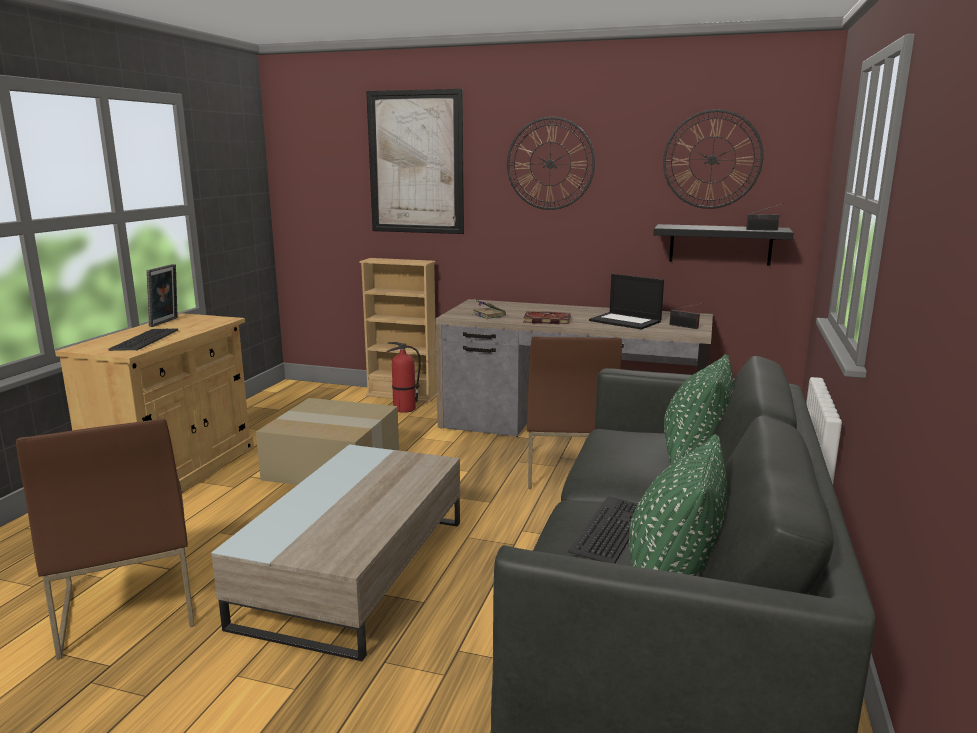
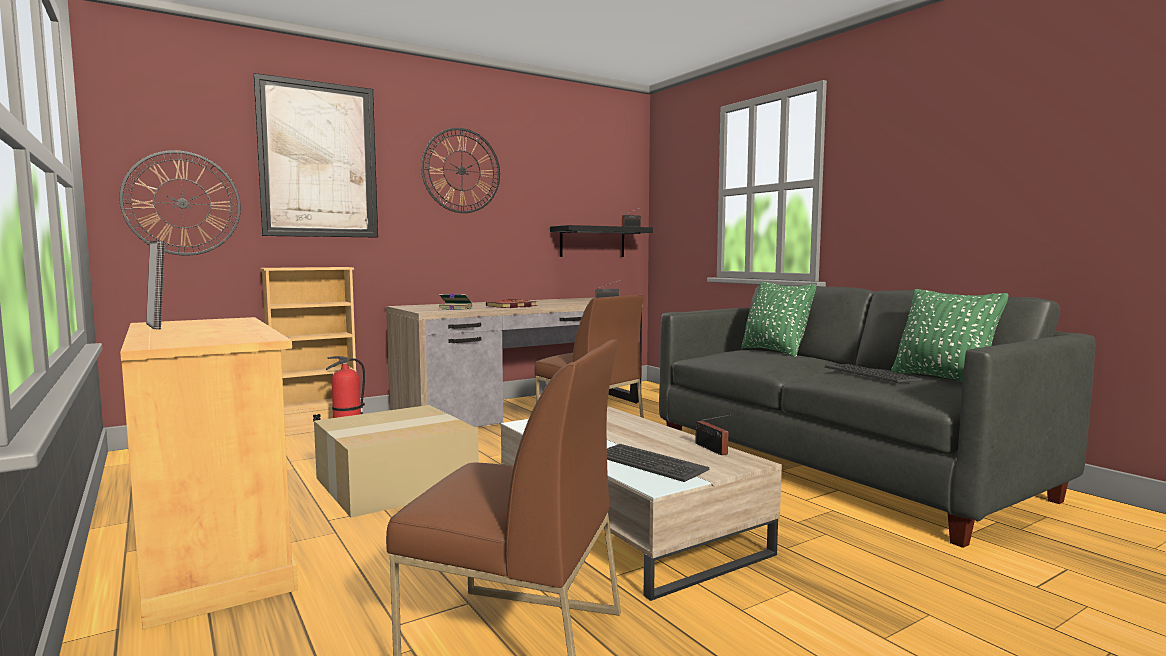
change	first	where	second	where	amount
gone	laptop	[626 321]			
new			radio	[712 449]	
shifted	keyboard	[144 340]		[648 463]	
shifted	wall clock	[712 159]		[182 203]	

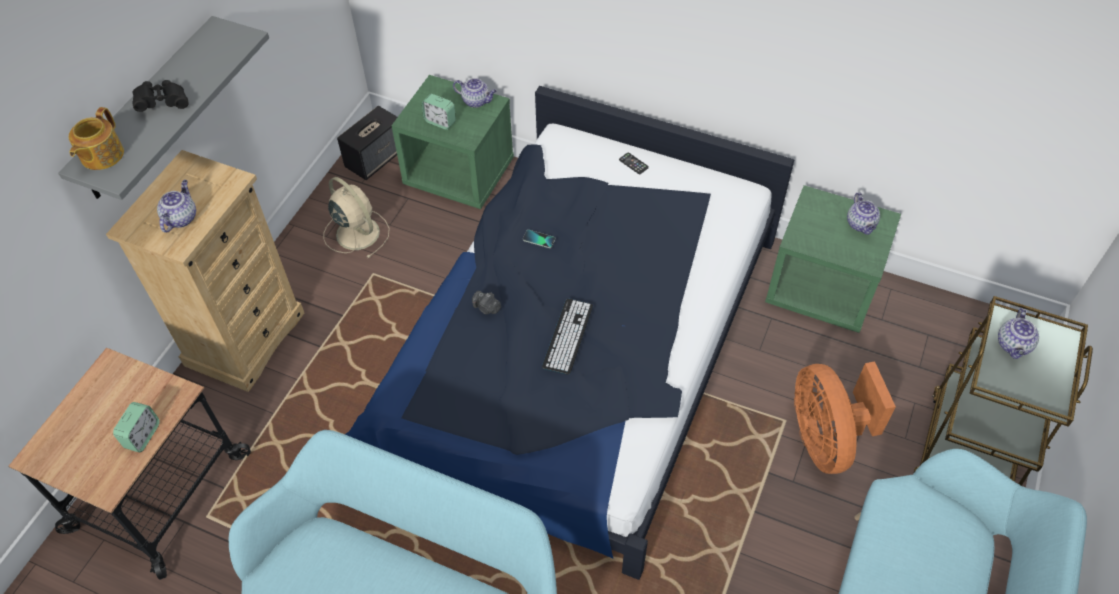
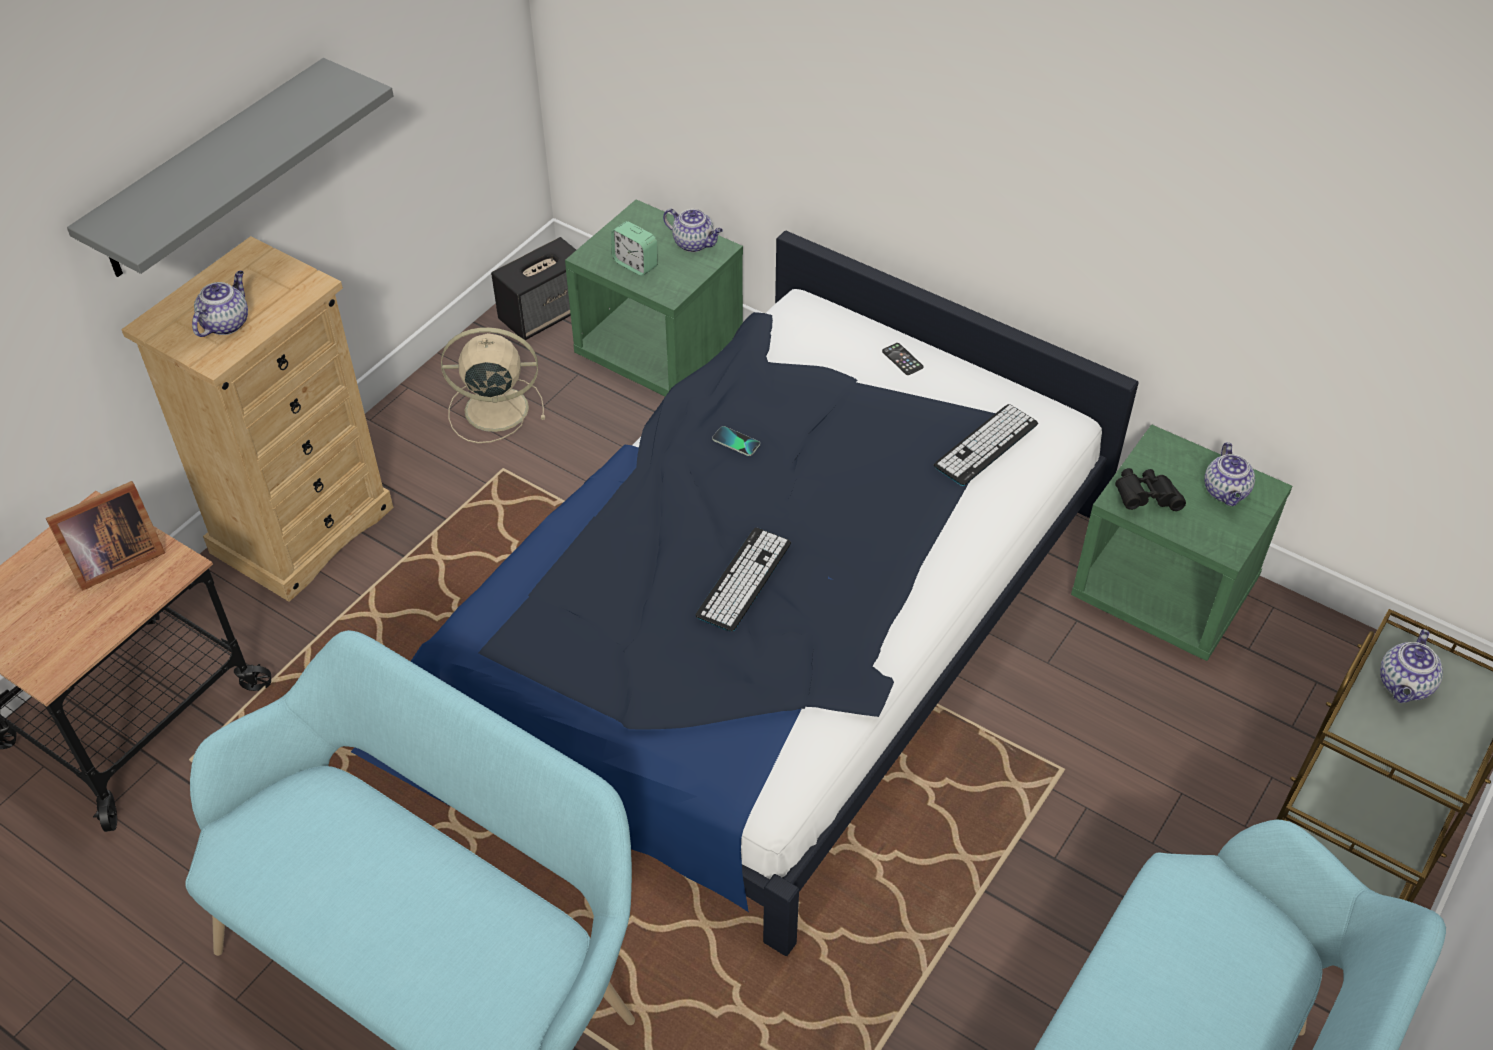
change	first	where	second	where	amount
gone	teapot	[101 155]			
gone	alarm clock	[143 435]			
gone	photo camera	[486 308]			
gone	orange fan	[825 438]			
new			picture frame	[112 560]	
new			keyboard	[986 445]	
shifted	black binoculars	[163 103]		[1145 498]	
rotated	beige fan	[356 232]		[493 409]	60 degrees counterclockwise

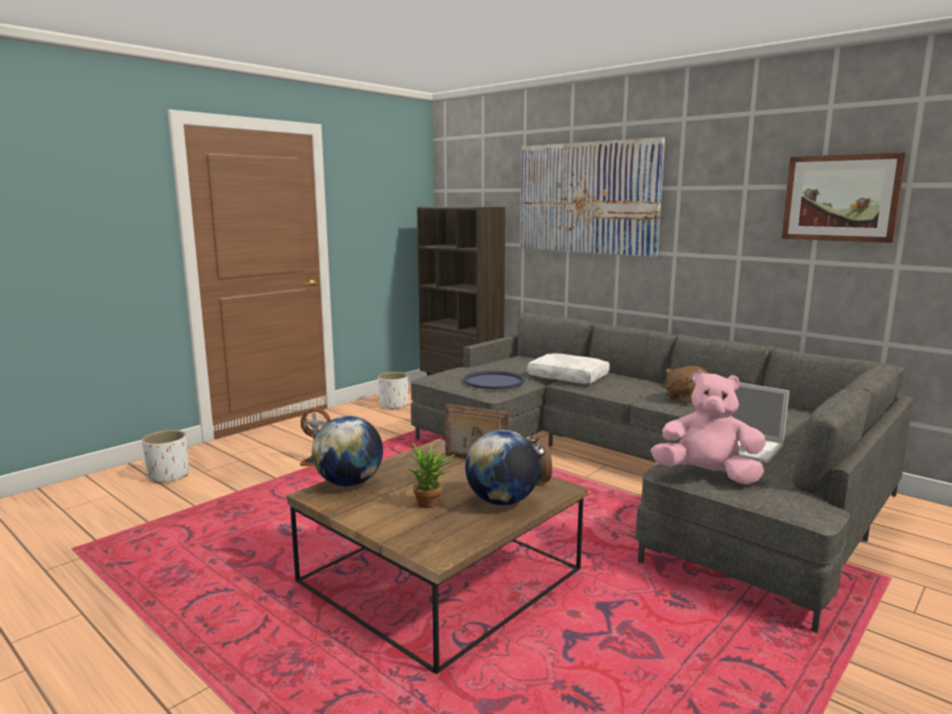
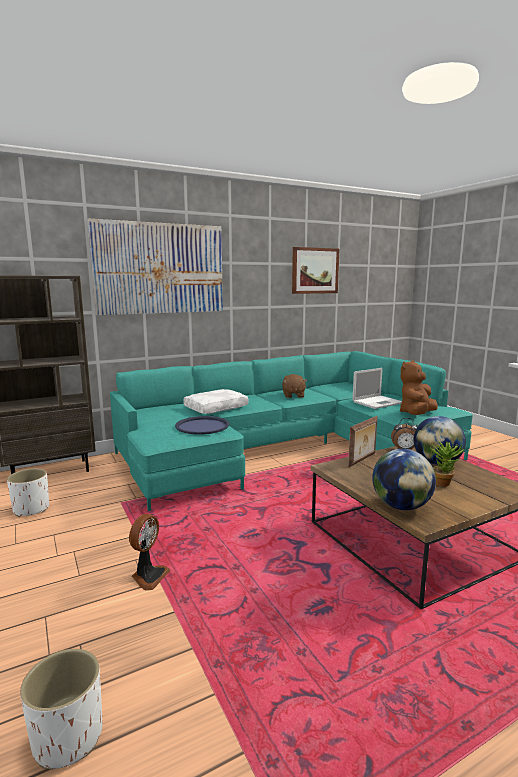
change	first	where	second	where	amount
repainted	grey sofa	[643 470]	turquoise sofa	[285 449]	
repainted	pink plush toy	[707 475]	brown plush toy	[416 414]	

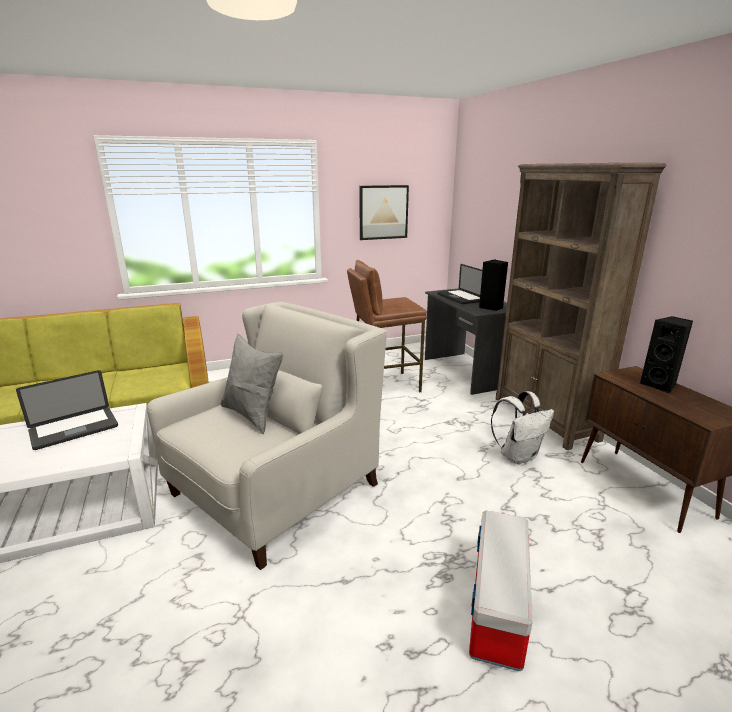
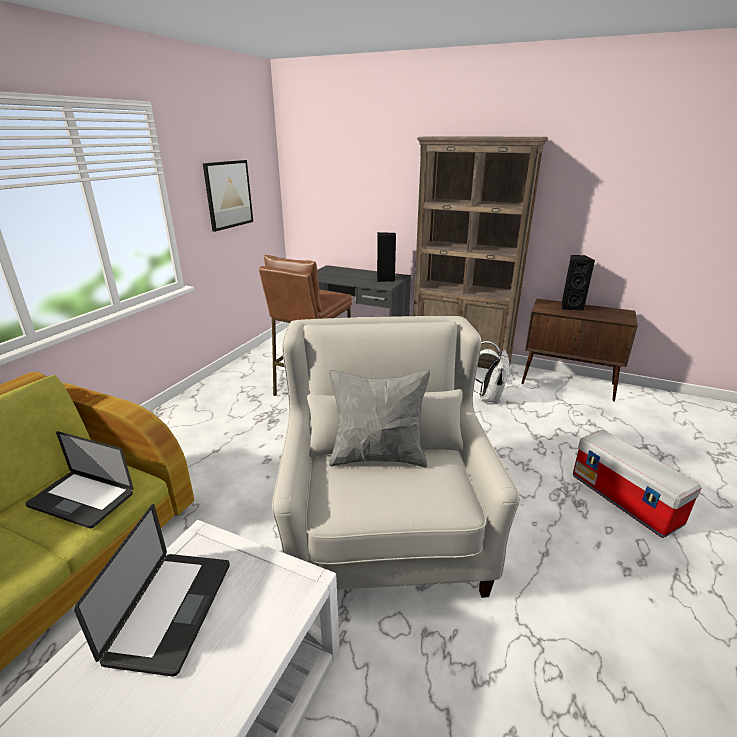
change	first	where	second	where	amount
shifted	laptop	[460 297]		[81 500]	

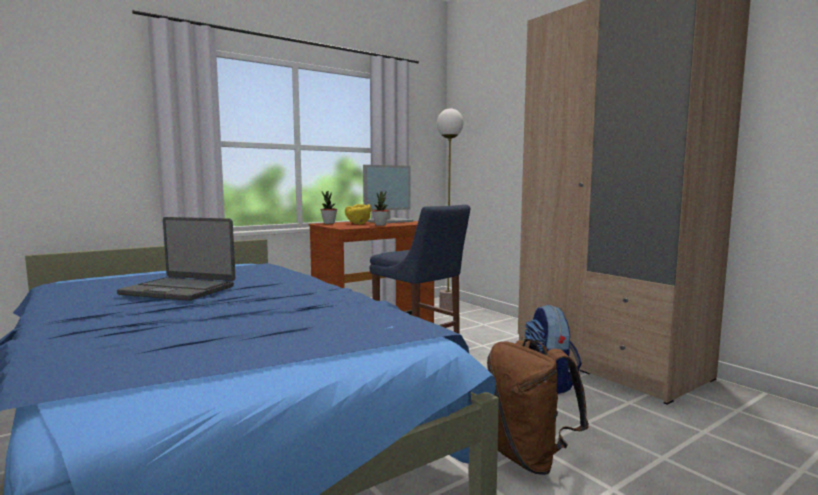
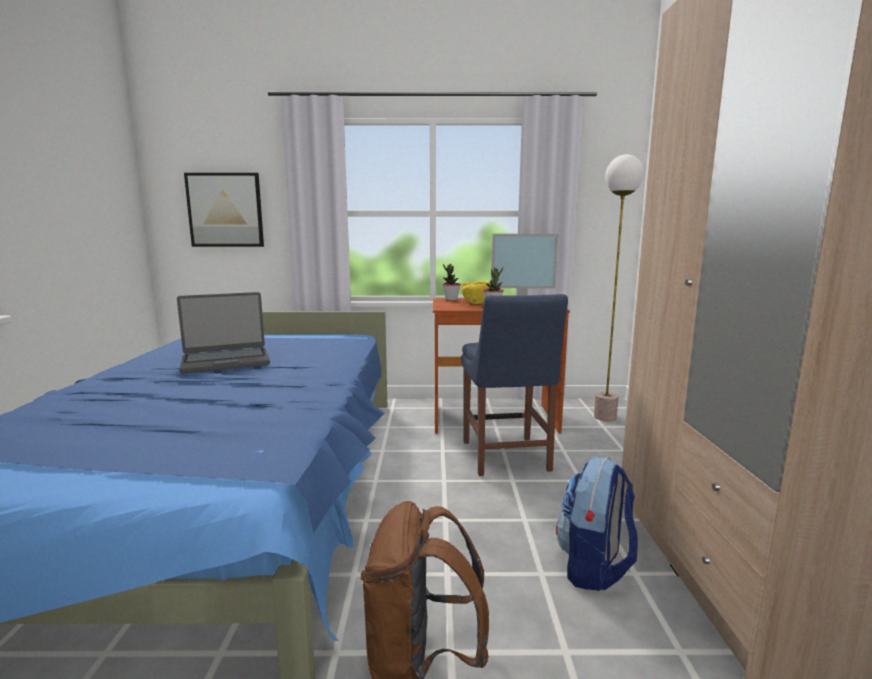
change	first	where	second	where	amount
new			picture	[225 210]	
rotated	laptop	[179 290]		[226 361]	75 degrees counterclockwise

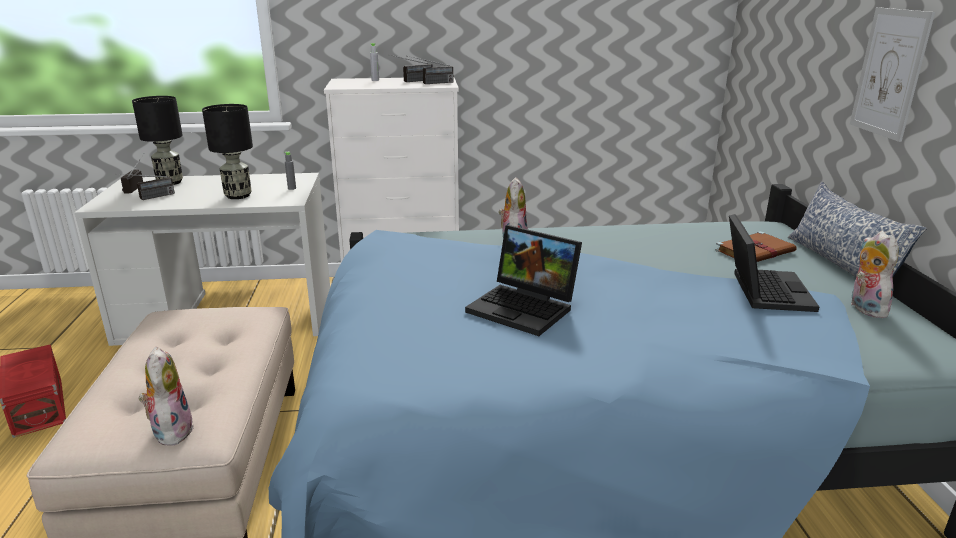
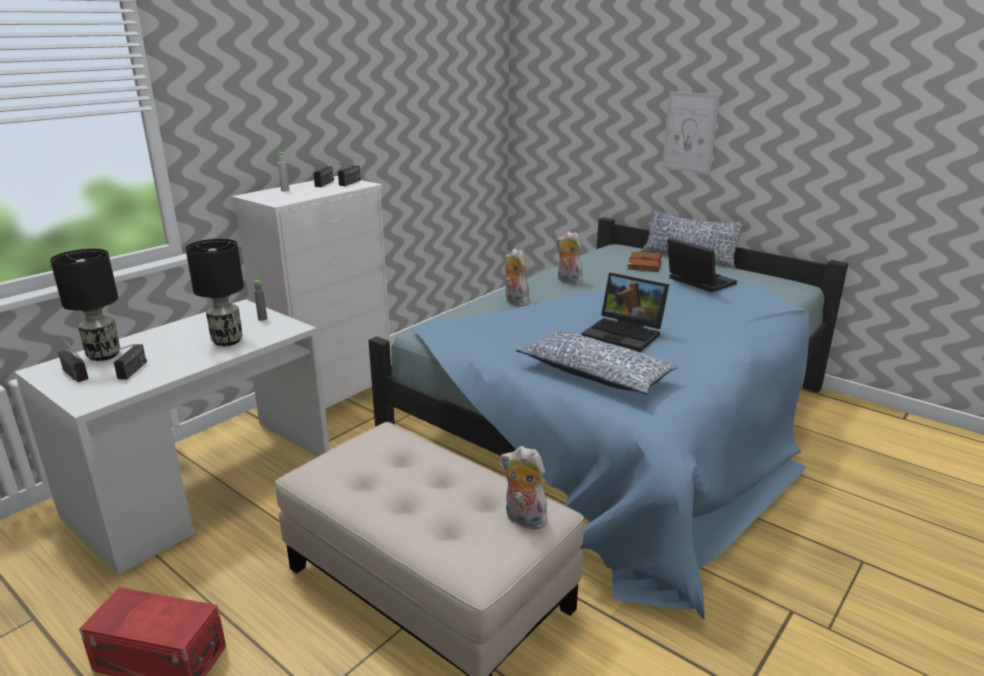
change	first	where	second	where	amount
new			pillow	[595 374]	
shifted	plush toy	[864 308]		[567 281]	
rotated	laptop	[525 308]		[625 334]	45 degrees clockwise

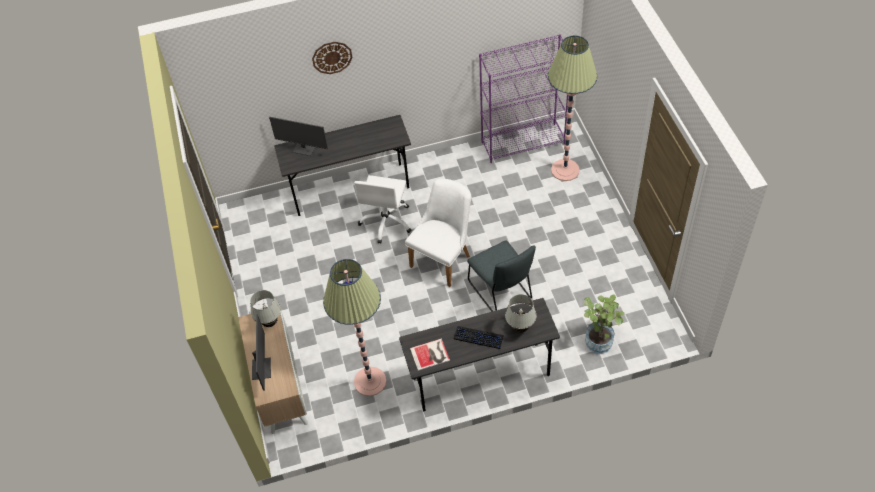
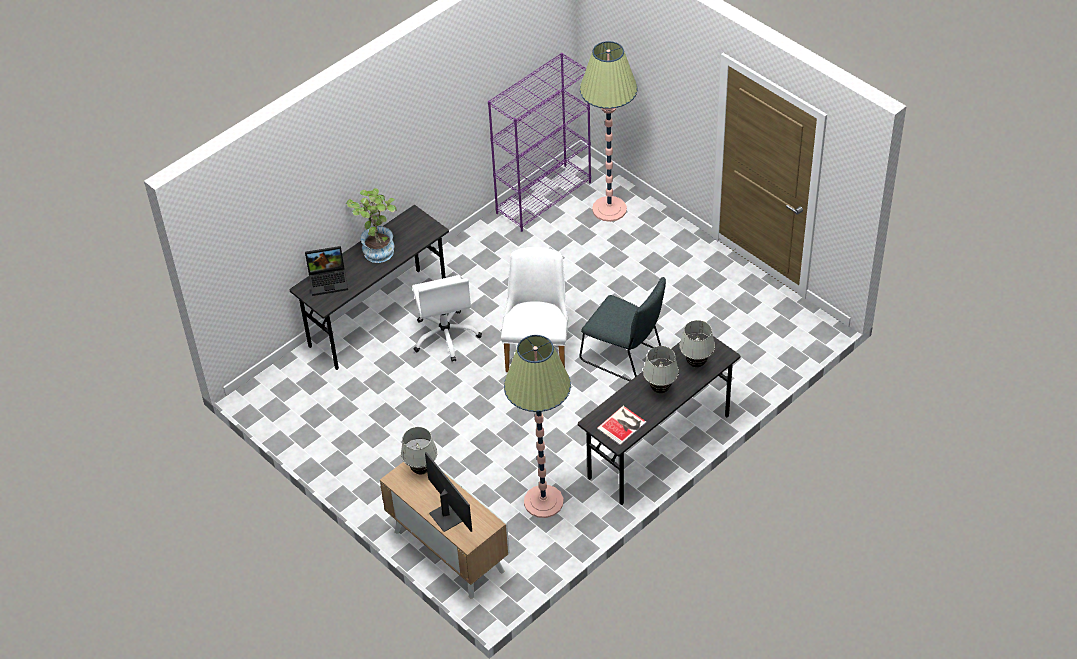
change	first	where	second	where	amount
gone	wall clock	[332 57]			
shifted	potted plant	[599 339]		[378 248]	
swapped	monitor	[304 149]	laptop	[329 280]	
swapped	keyboard	[478 337]	white table lamp	[660 389]	

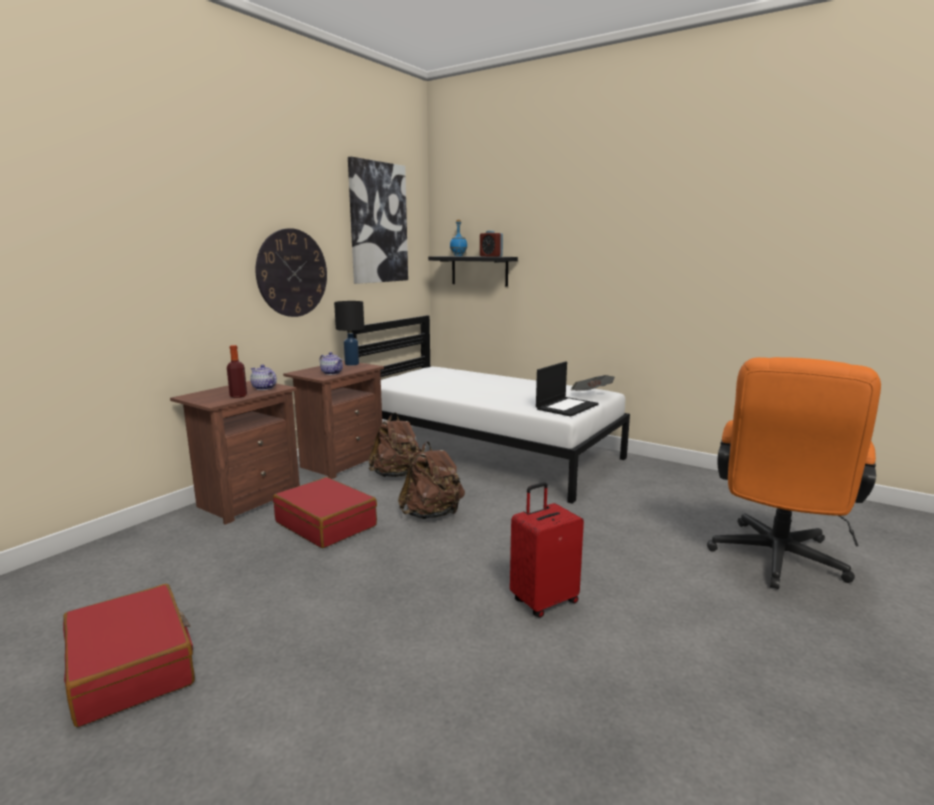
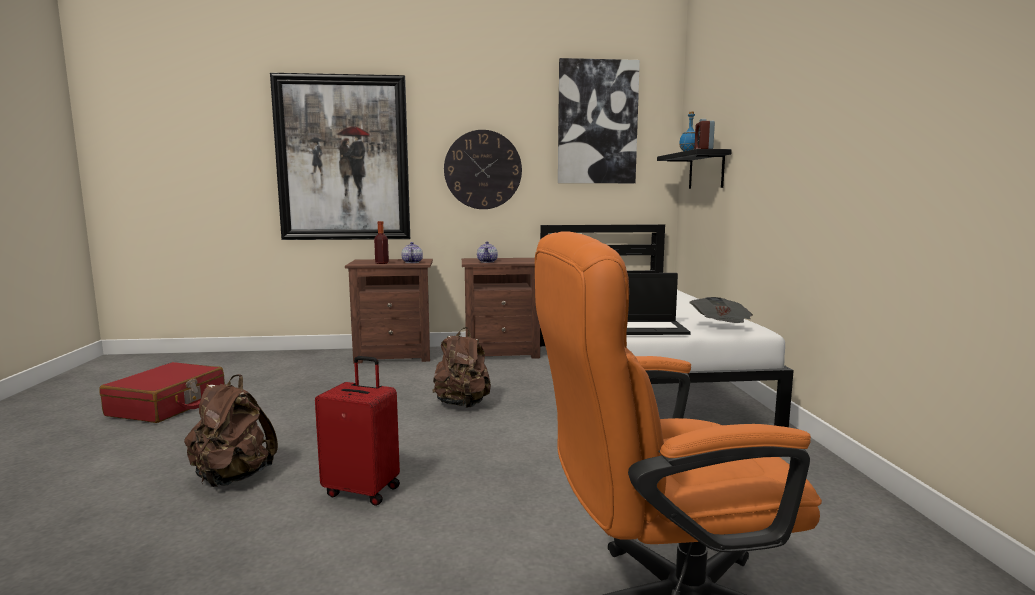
change	first	where	second	where	amount
gone	red suitcase	[326 524]			
gone	black table lamp	[351 364]			
new			picture	[343 159]	
shifted	brown backpack	[397 475]		[232 478]	

